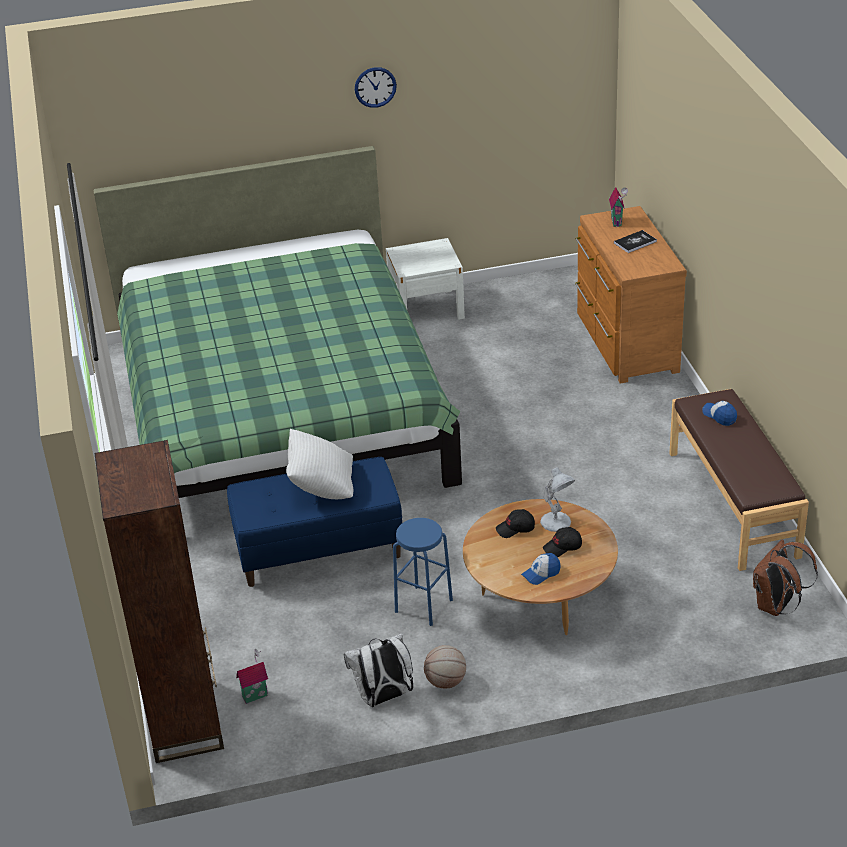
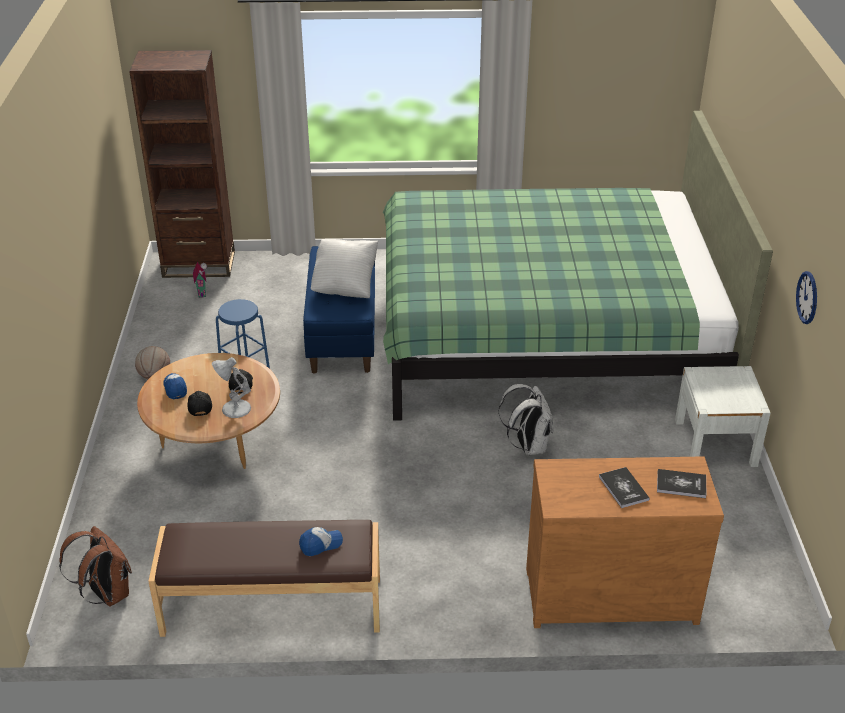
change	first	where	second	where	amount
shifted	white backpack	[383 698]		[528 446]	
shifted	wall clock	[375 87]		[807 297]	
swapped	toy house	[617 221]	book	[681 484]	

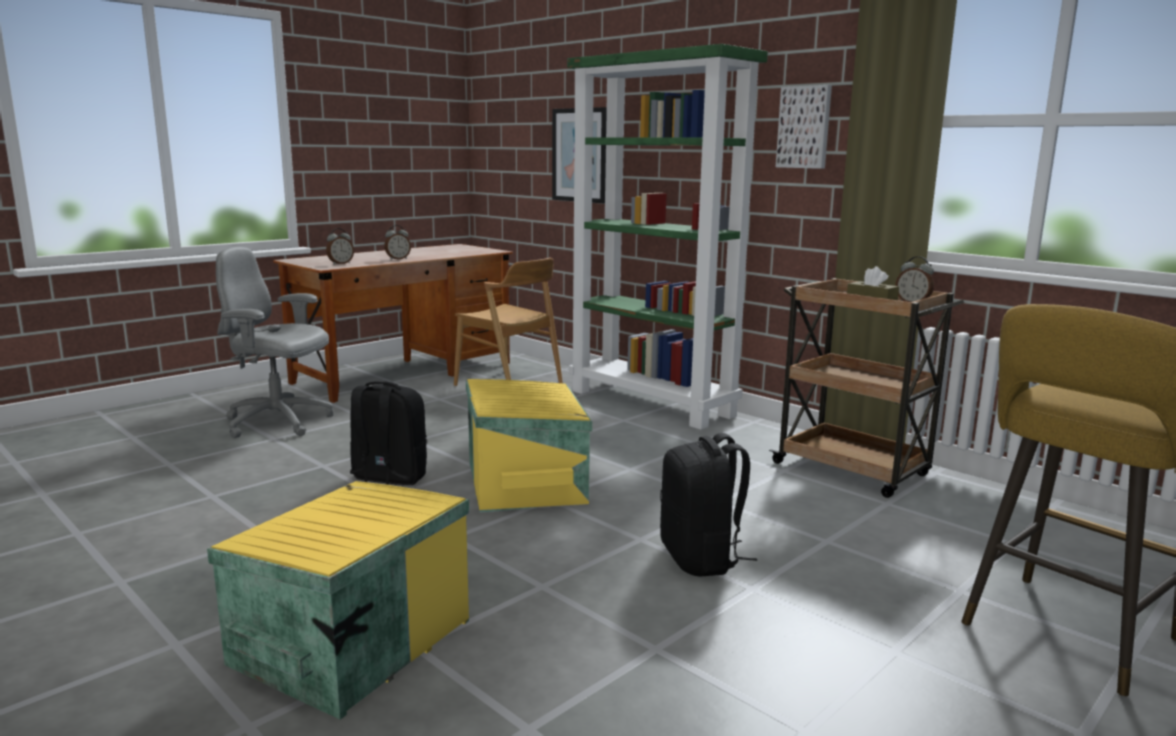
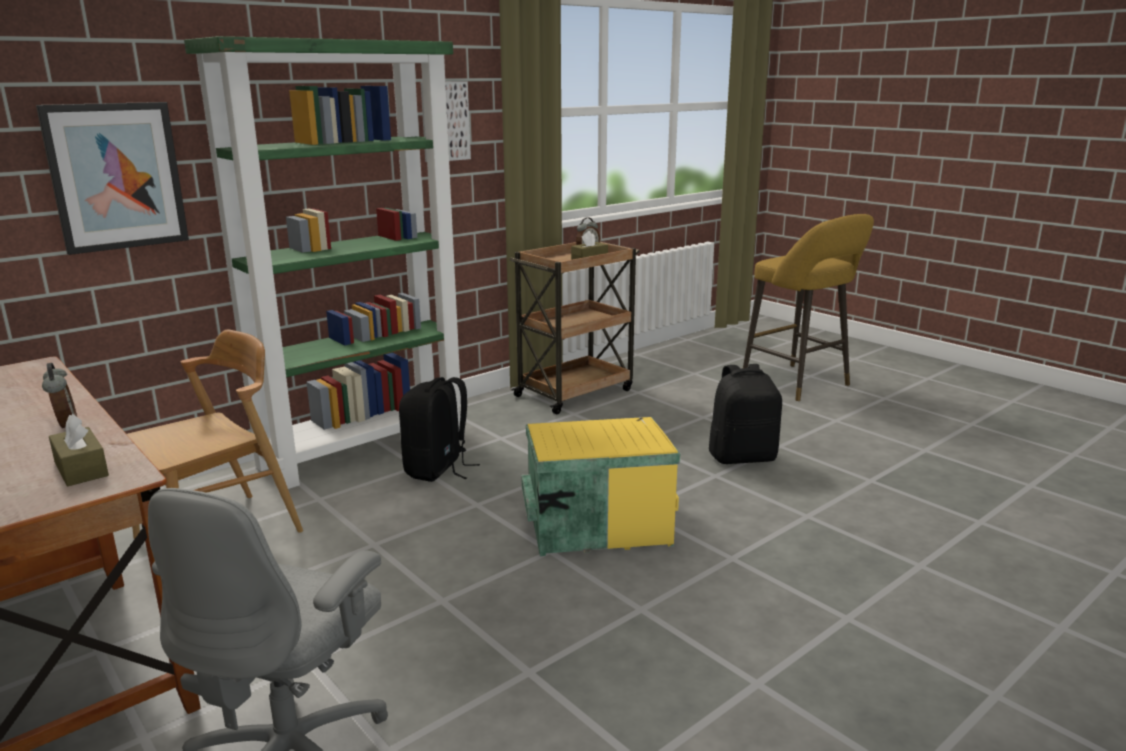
change	first	where	second	where	amount
gone	yellow storage box	[348 642]			
shifted	black backpack	[387 480]		[438 469]	
swapped	alarm clock	[340 263]	brown tissue box	[81 469]	

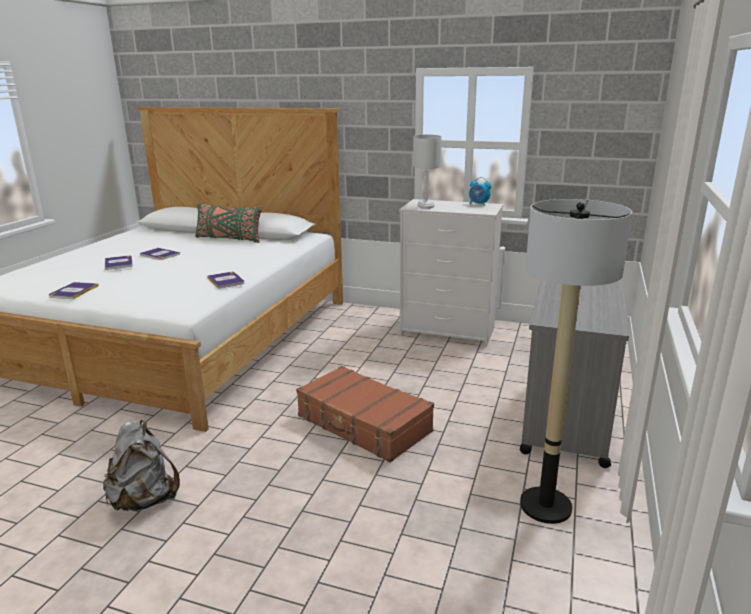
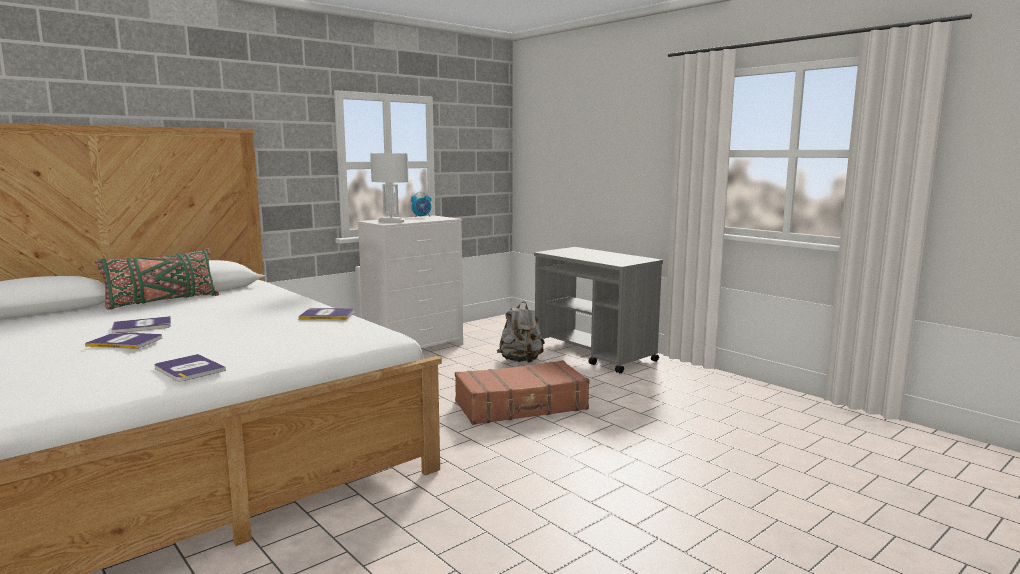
change	first	where	second	where	amount
gone	floor lamp	[546 506]			
shifted	grey backpack	[144 500]		[521 361]	

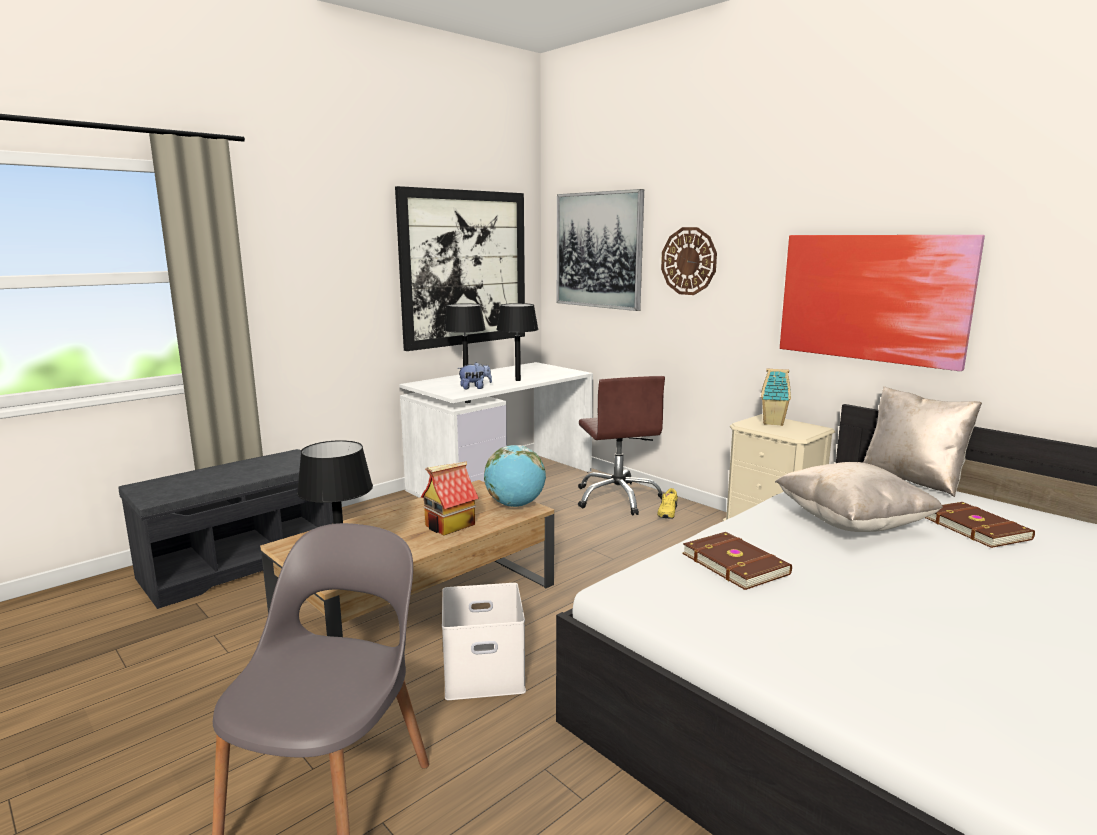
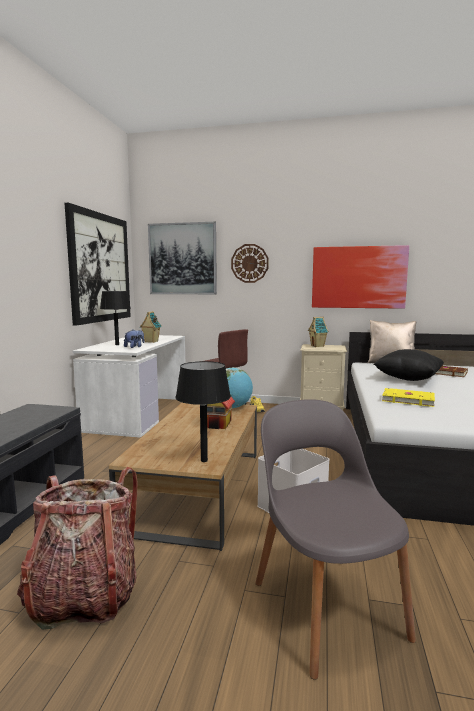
change	first	where	second	where	amount
new			backpack	[84 595]	
swapped	black table lamp	[517 380]	toy house	[151 342]	
repainted	brown book	[735 563]	yellow book	[407 399]	
repainted	beige pillow	[852 523]	black pillow	[408 379]	

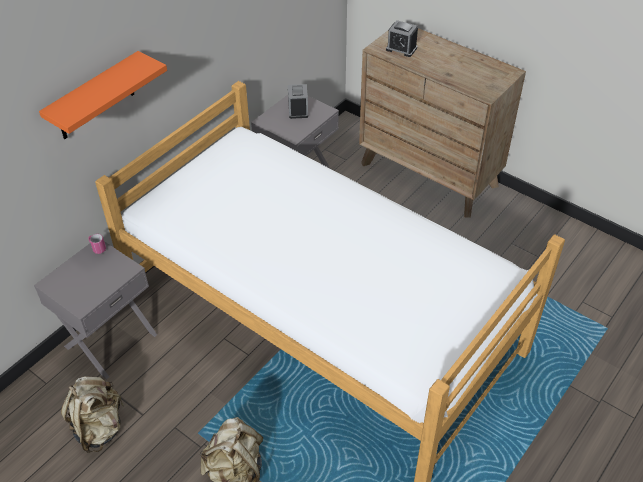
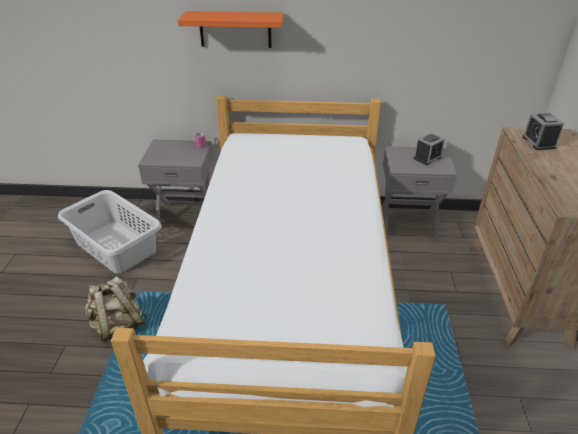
change	first	where	second	where	amount
swapped	beige backpack	[99 427]	grey laundry basket	[116 246]	

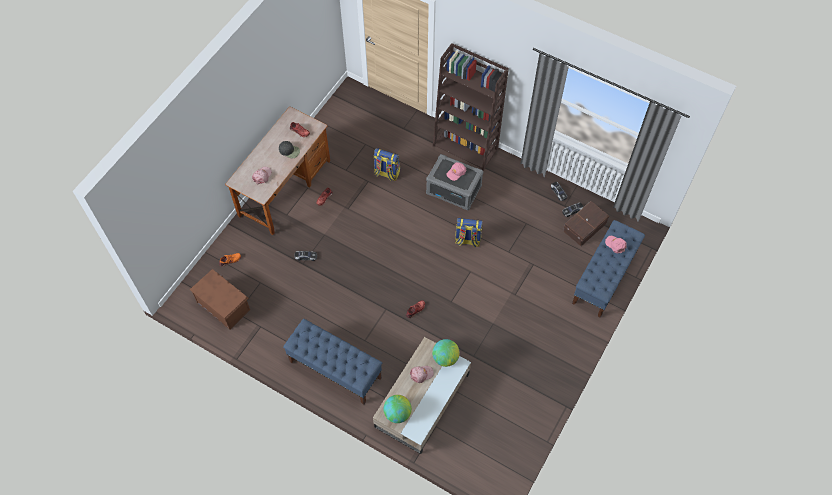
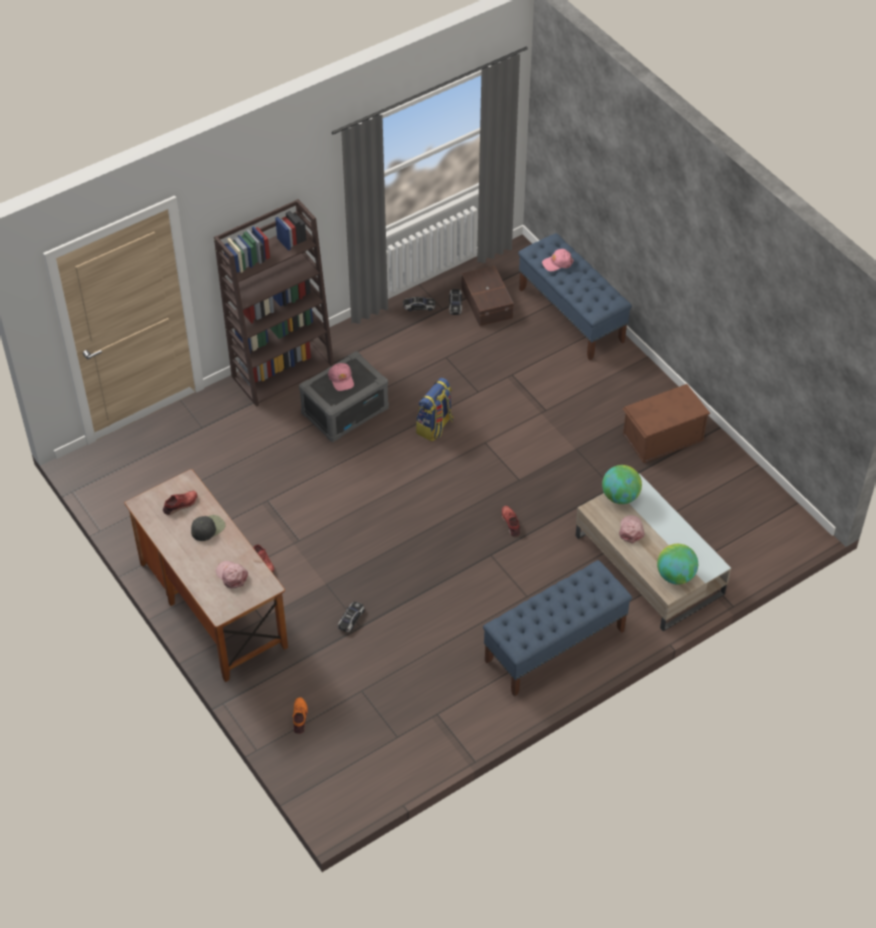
change	first	where	second	where	amount
gone	backpack	[386 173]			
shifted	brown storage box	[223 305]		[662 436]	

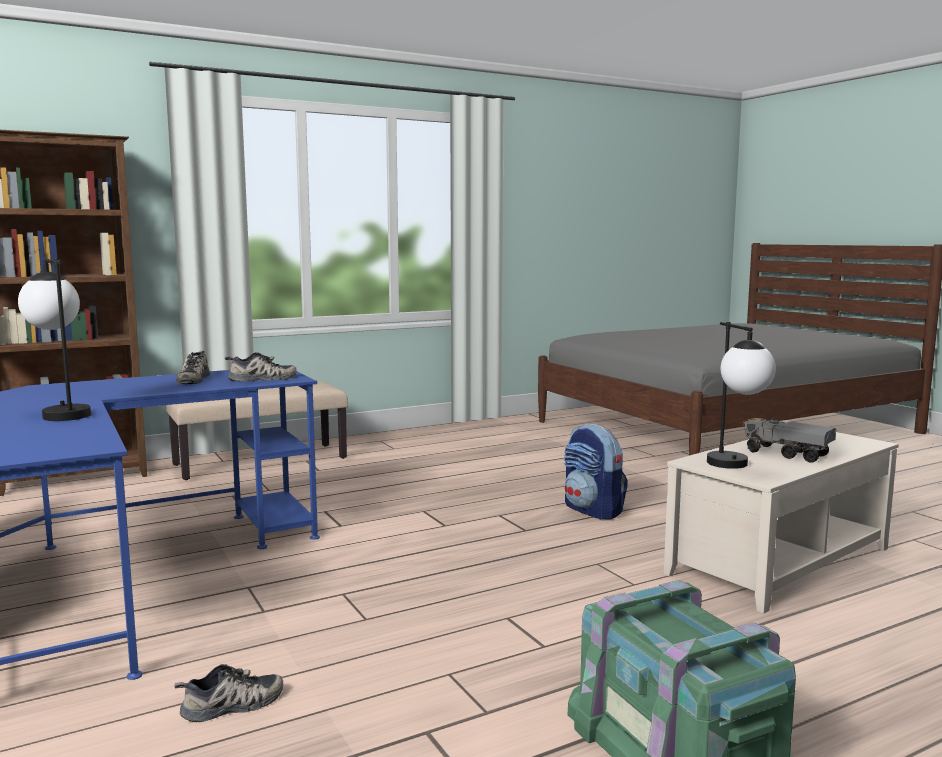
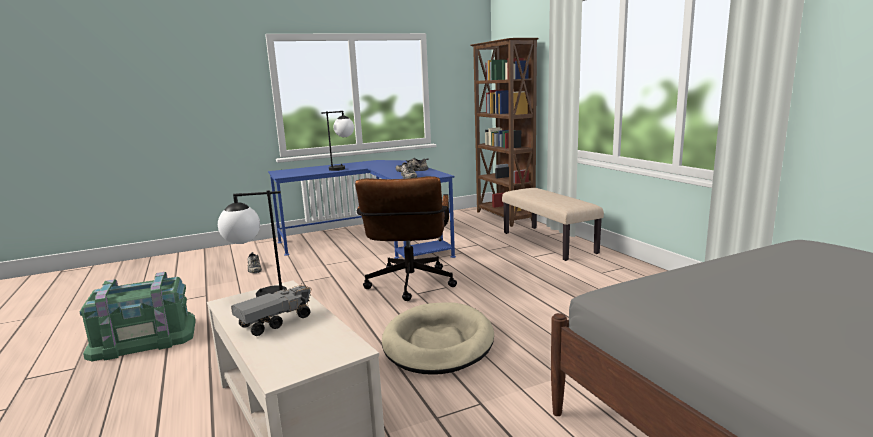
change	first	where	second	where	amount
new			brown office chair	[409 286]	
swapped	backpack	[593 510]	beige dog bed	[438 343]	

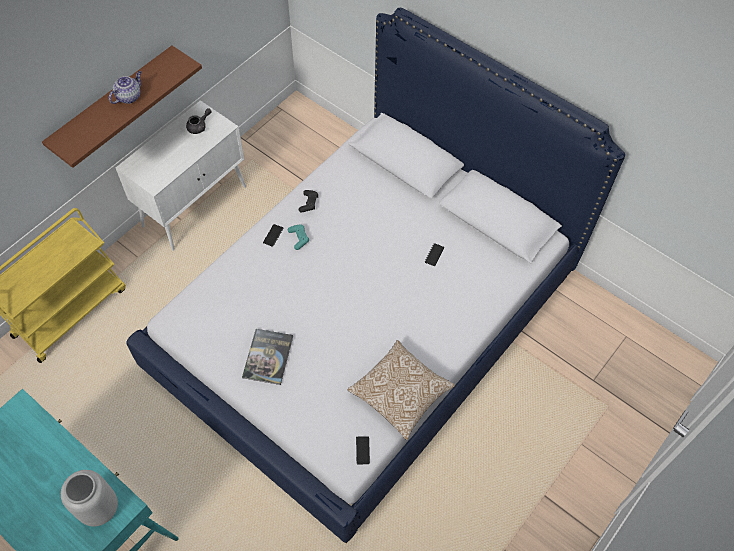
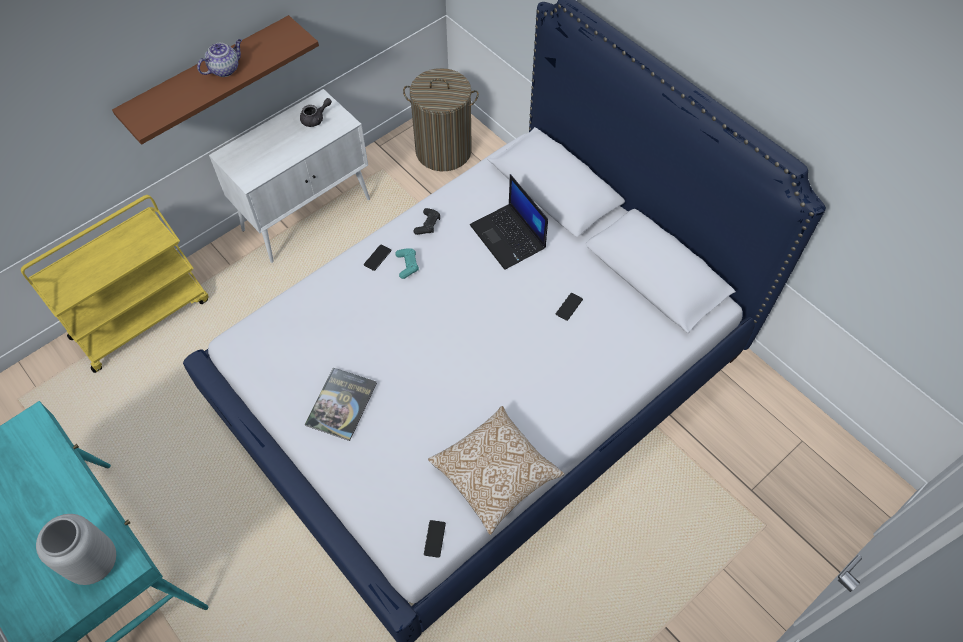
change	first	where	second	where	amount
new			laundry basket	[443 150]	
new			laptop	[509 237]	

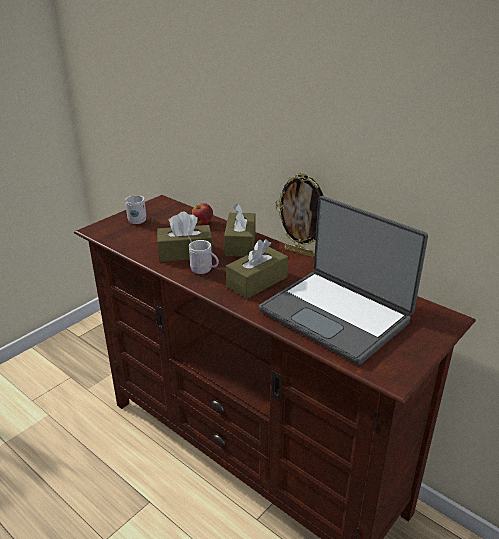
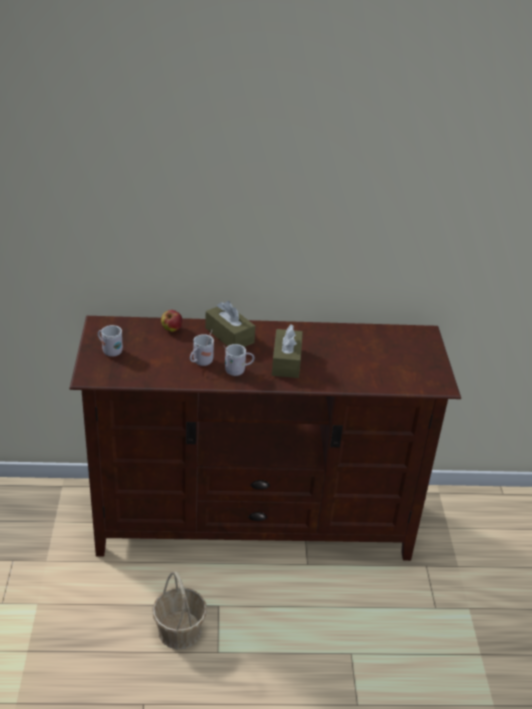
change	first	where	second	where	amount
gone	laptop	[336 315]			
gone	picture frame	[300 252]			
new			basket	[179 630]	
swapped	brown tissue box	[185 253]	white mug	[201 363]	

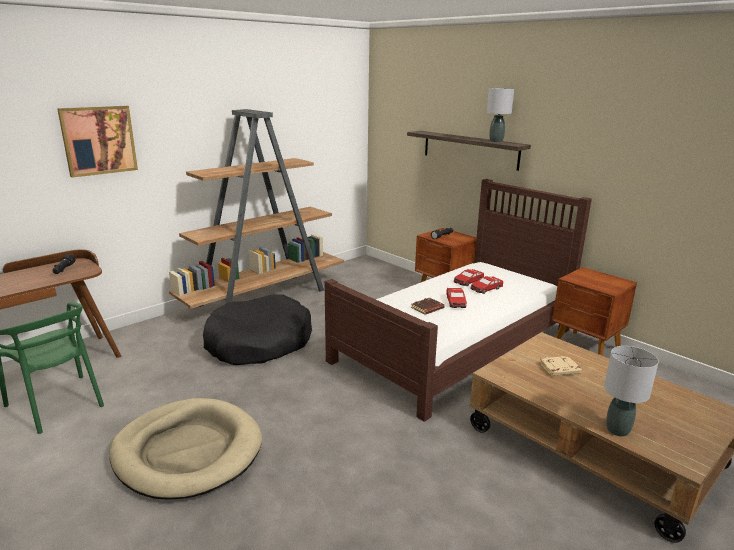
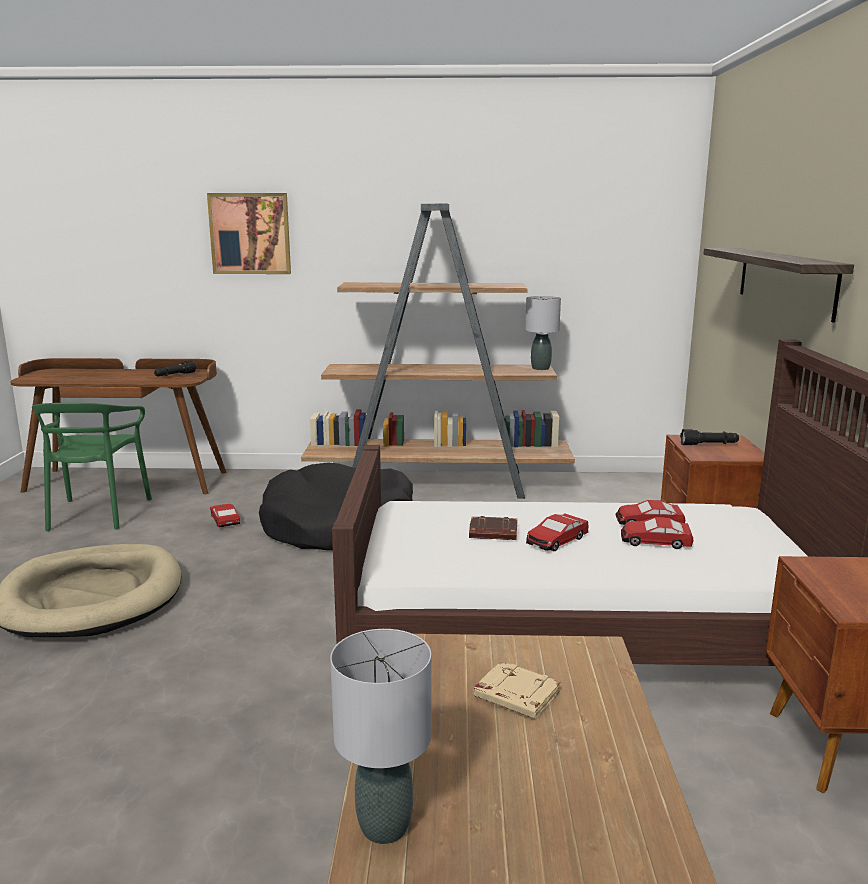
change	first	where	second	where	amount
new			toy car	[225 520]	
shifted	grey table lamp	[496 141]		[540 368]	

